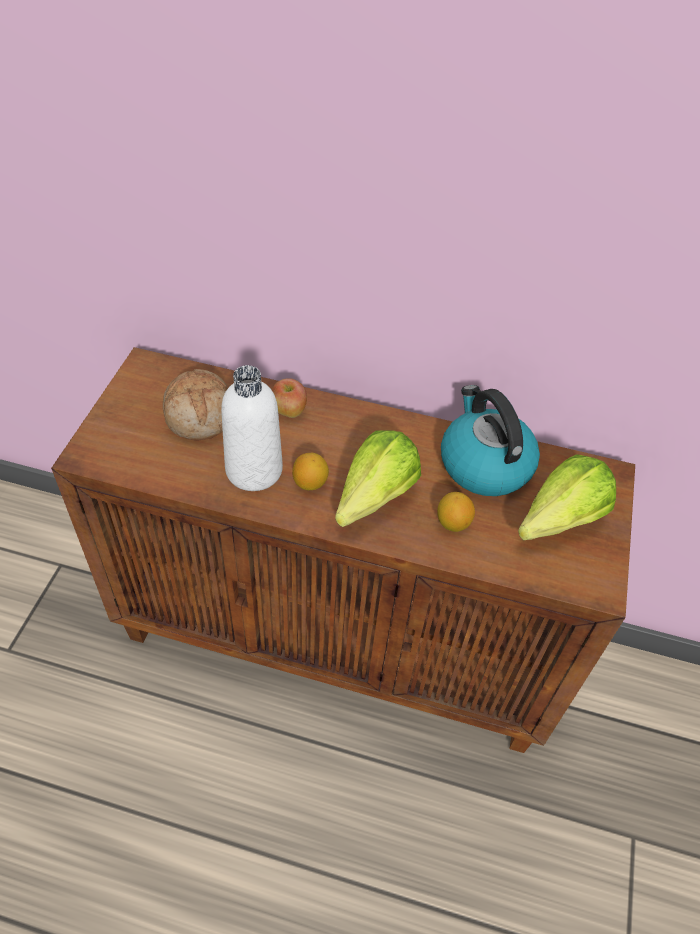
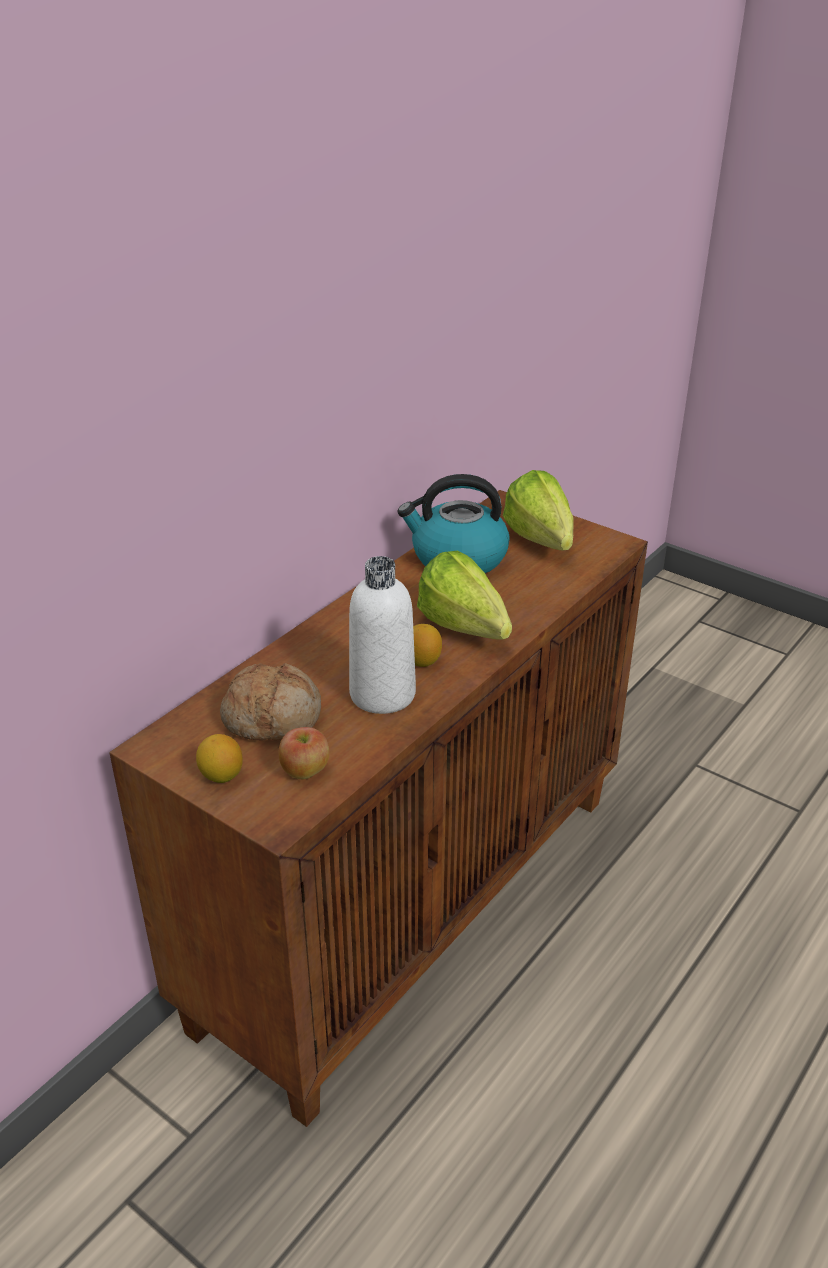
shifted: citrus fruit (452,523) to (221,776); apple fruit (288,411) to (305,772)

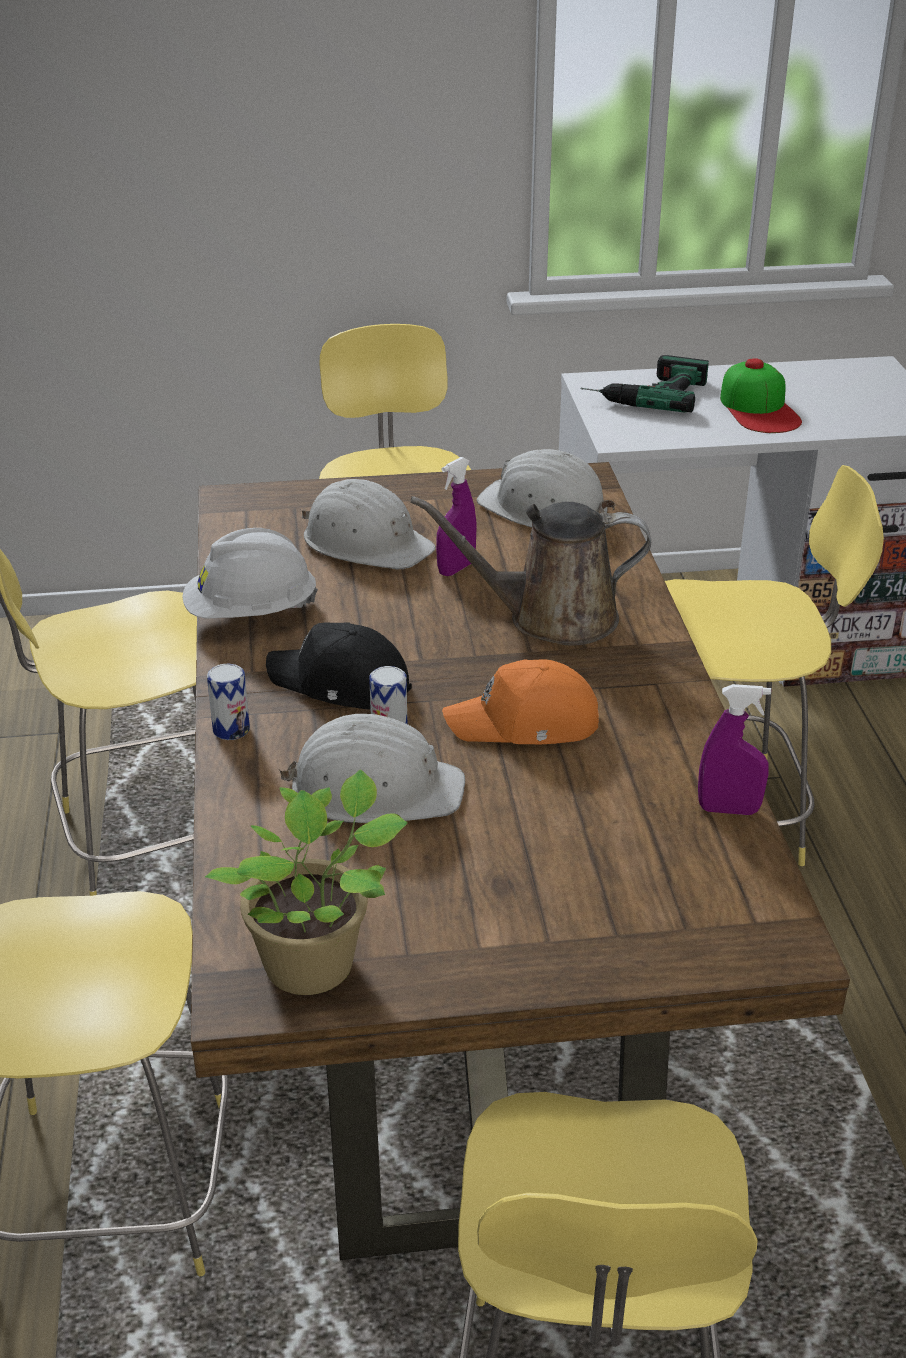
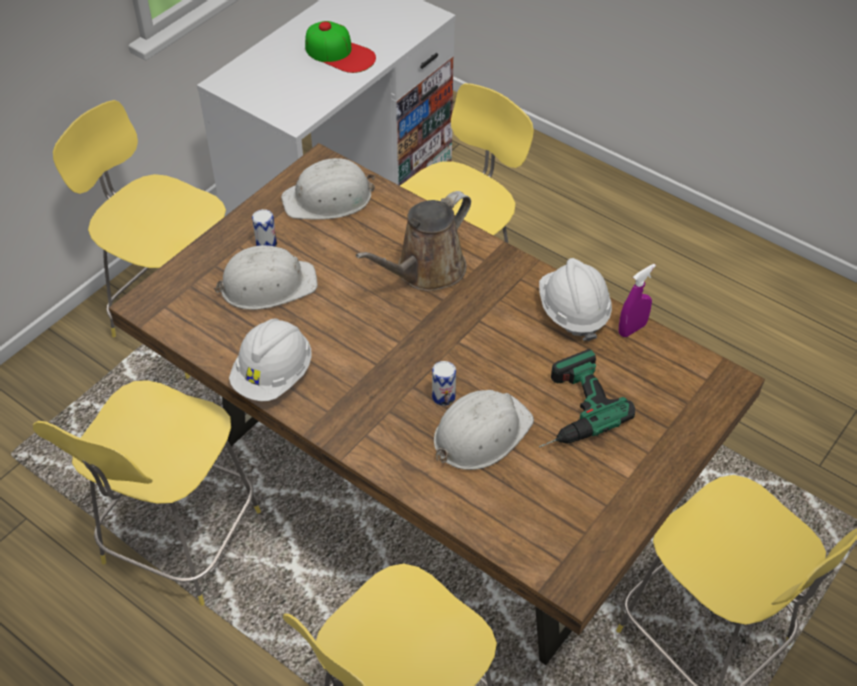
gone: plant in a pot (316,966); baseball cap (black) (339,683); sprayer (purple-coloured) (456,568); baseball cap (orangey) (525,724)
new: hard hat (white-coloured) (573,312)
shifted: sealed can (231,729) to (266,244); power drill (644,392) to (567,409)

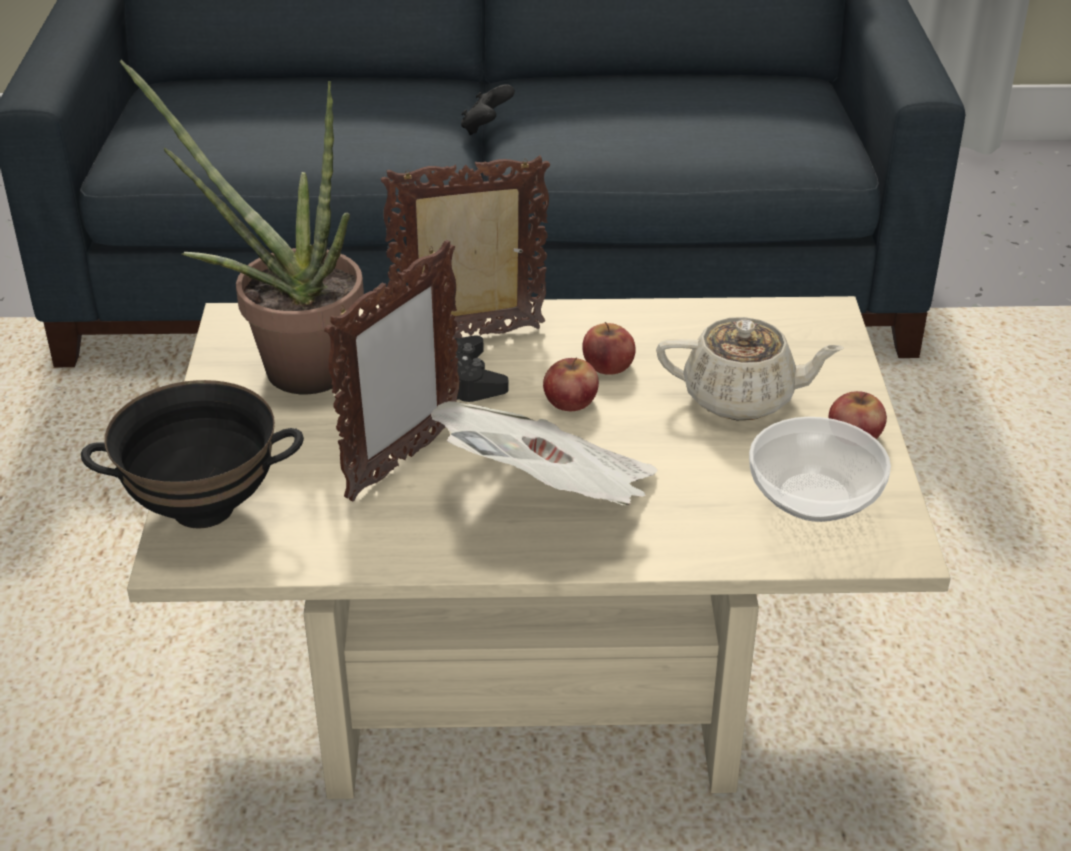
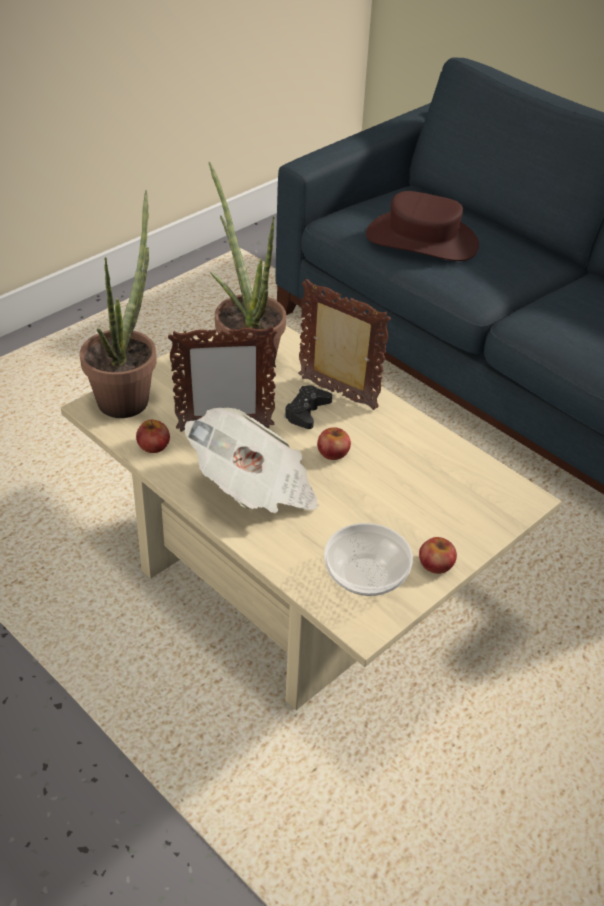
gone: game controller (black) (486,128); teapot (beige) (741,398)
new: clothing hat (brown-coloured) (422,240)
shifted: apple fruit (608,364) to (153,445)
swapped: bowl (black) (204,507) to plant in a pot (128,395)

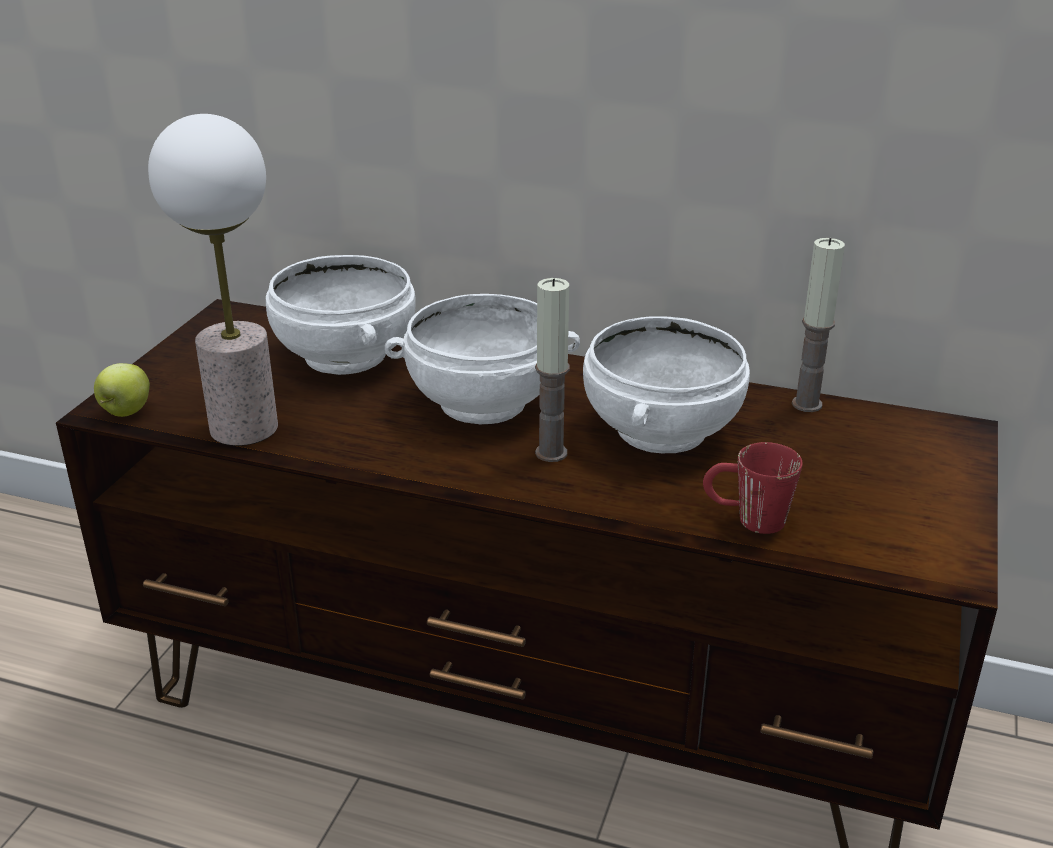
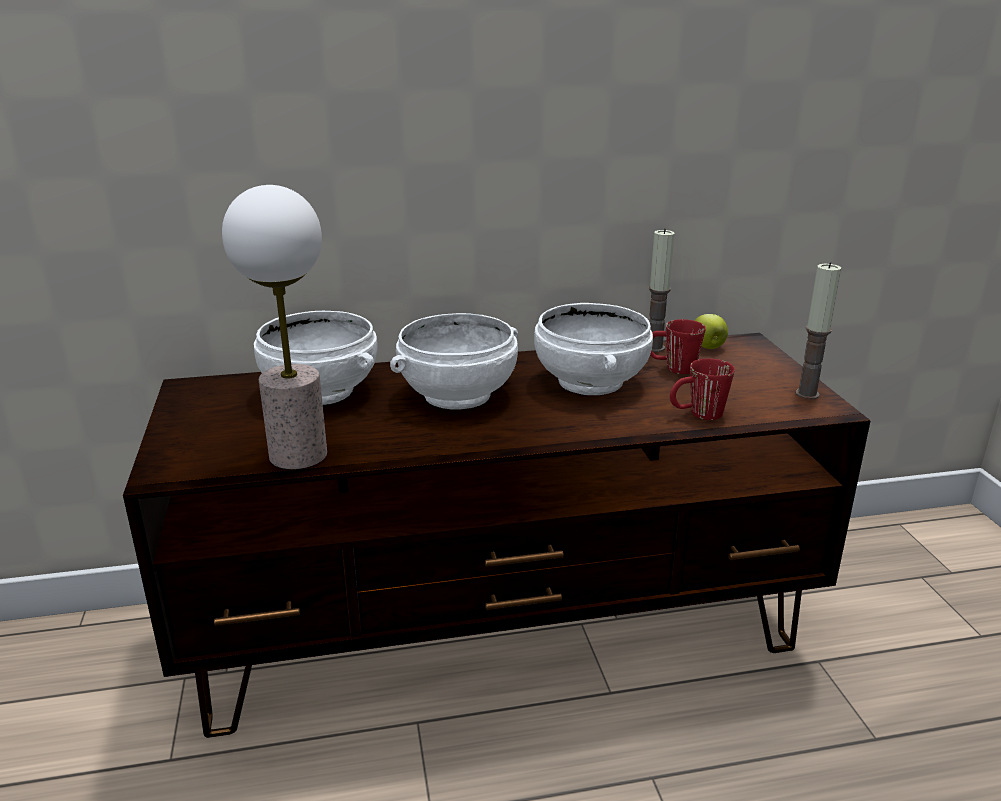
new: tea mug (red) (671,368)
shifted: apple fruit (126,412) to (708,347); wax candle (551,453) to (807,394)

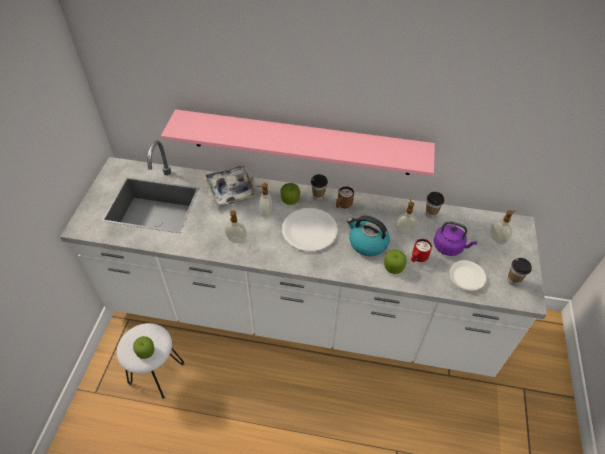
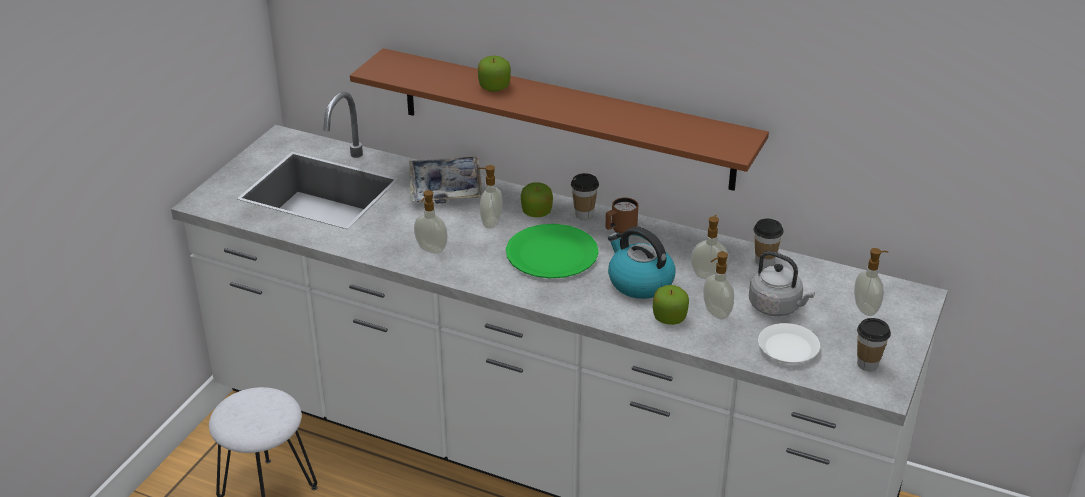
shifted: apple fruit (145,351) to (494,87)
swapped: tea mug (red) (418,258) to soap dispenser (715,313)
repainted: bracket shelf (pinkish) (301,143) to bracket shelf (brown-coloured) (565,119); flat dish (white-coloured) (309,230) to flat dish (greenish) (552,254); kettle (purple-coloured) (449,247) to kettle (grey) (777,307)

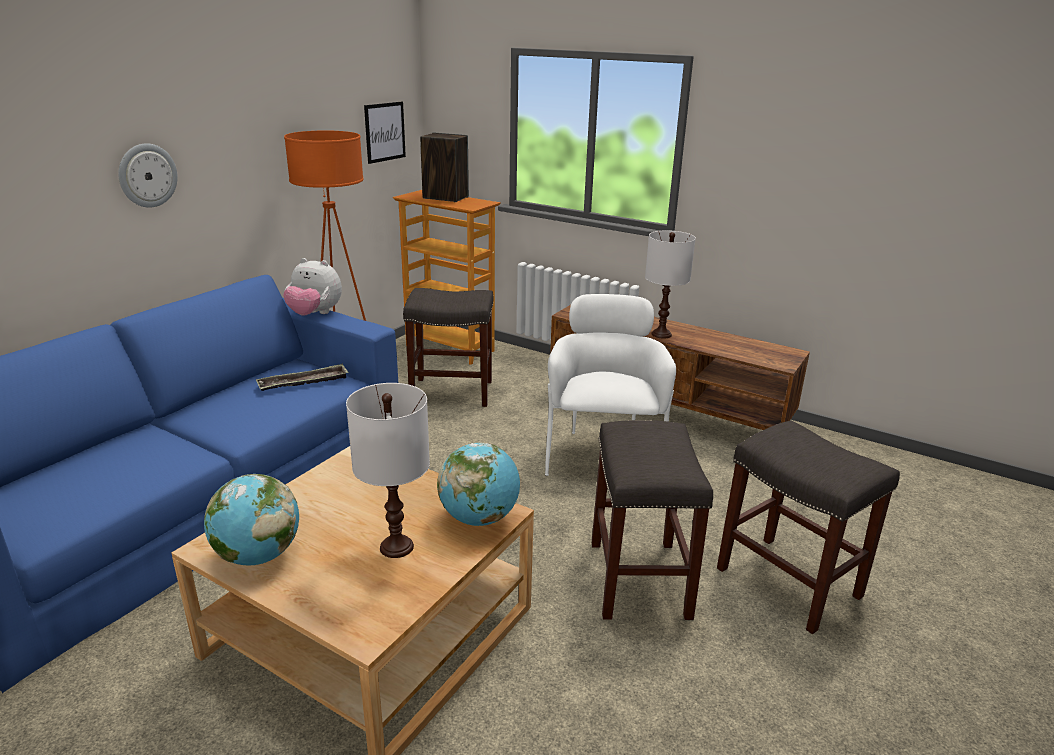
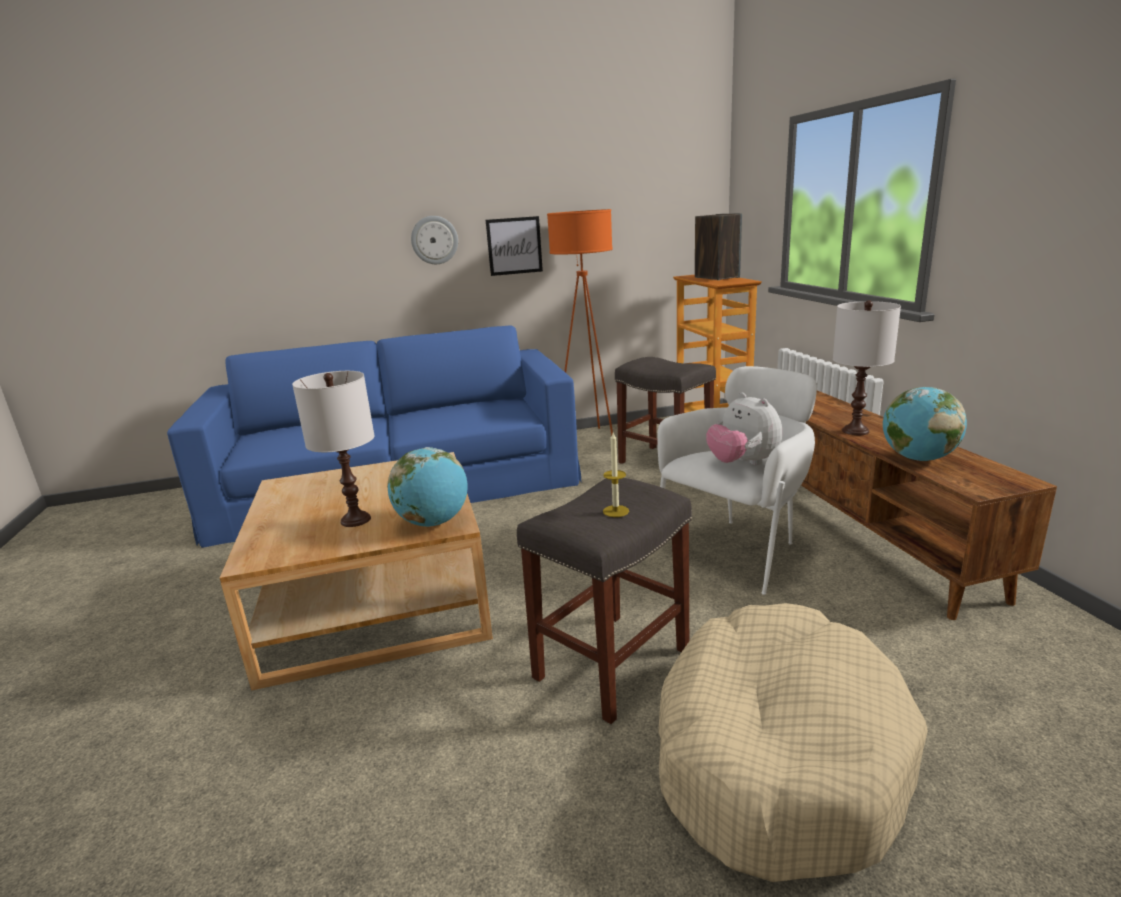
gone: carrying tray (303,382)
new: wax candle (616,511)
shifted: wall picture (385,132) to (514,246); plush toy (314,314) to (742,463); globe (258,556) to (918,458)
swapped: stool (grey) (790,583) to pet bed (beige) (776,753)

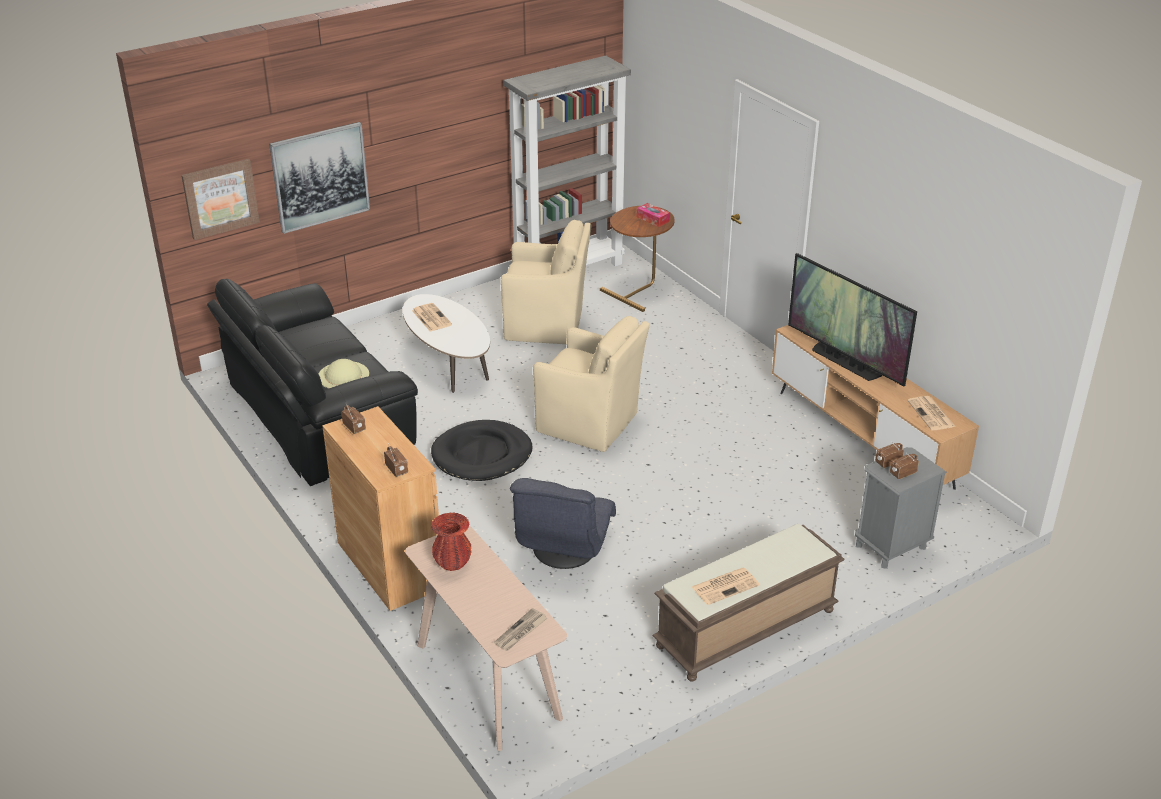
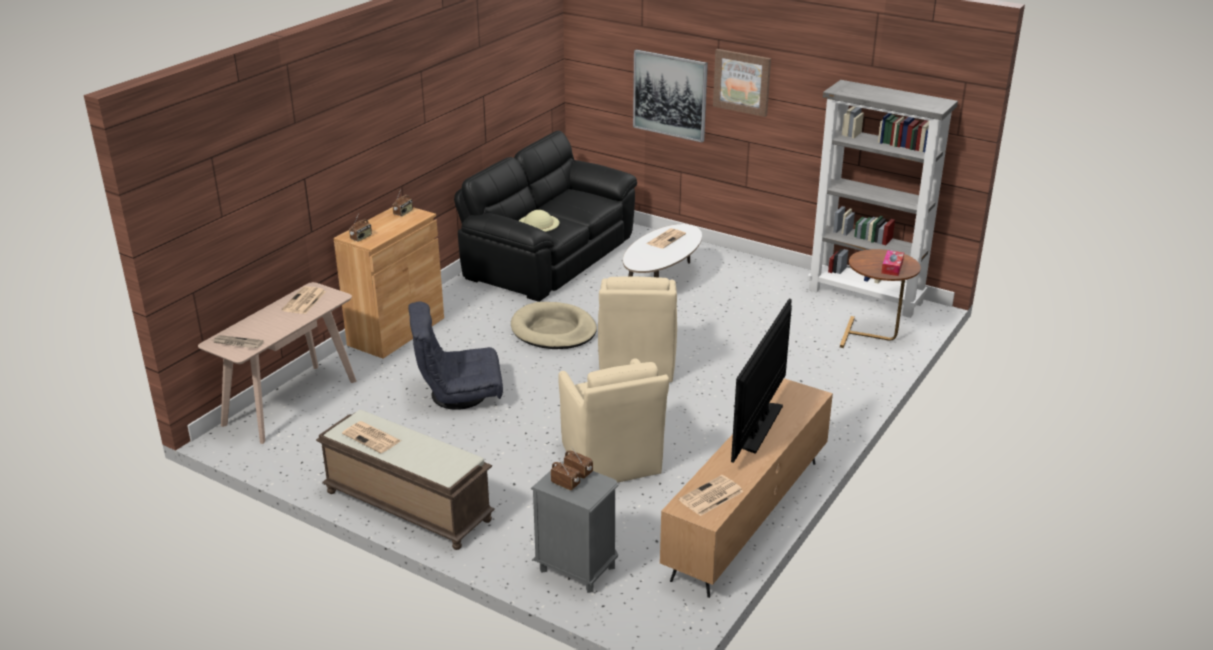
shifted: armchair (beige) (547,325) to (611,461); wall picture (220,198) to (742,82)
swapped: flower vase (red) (452,563) to newspaper (304,301)
repainted: pet bed (black) (482,455) to pet bed (beige) (553,330)

